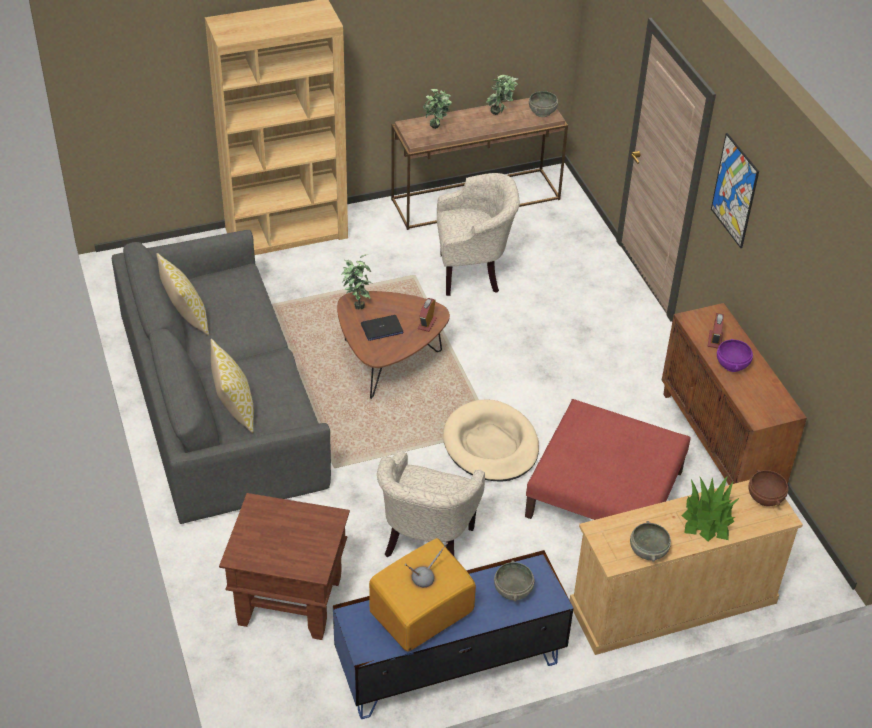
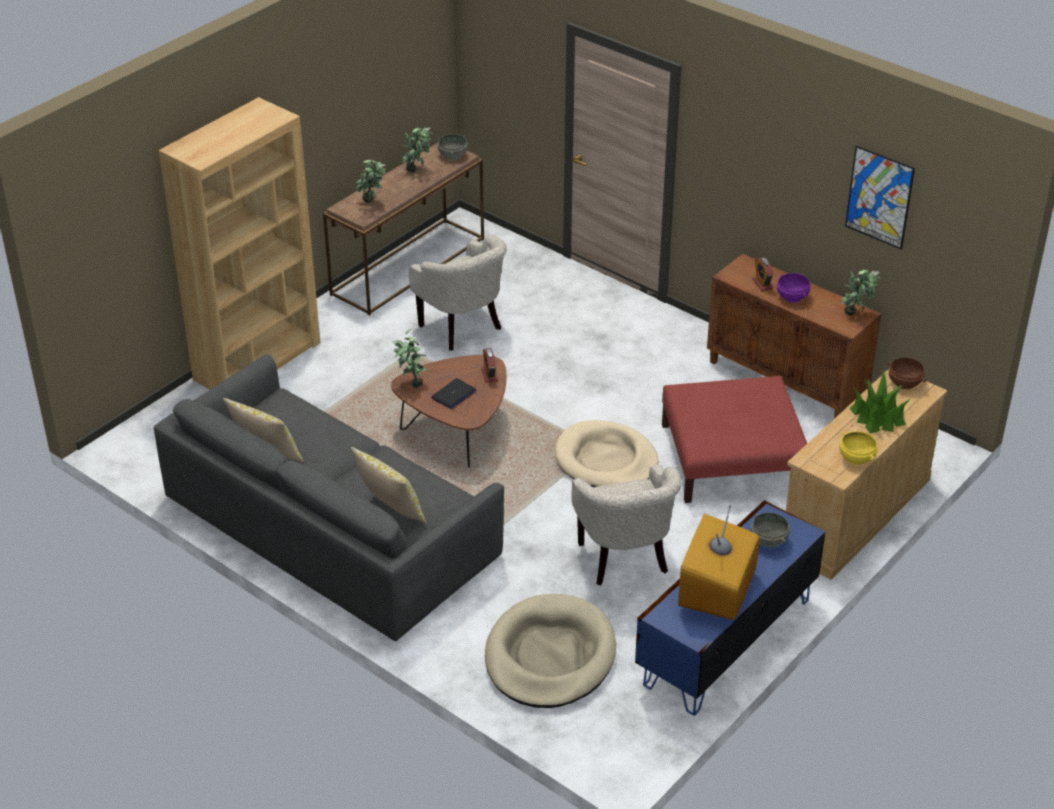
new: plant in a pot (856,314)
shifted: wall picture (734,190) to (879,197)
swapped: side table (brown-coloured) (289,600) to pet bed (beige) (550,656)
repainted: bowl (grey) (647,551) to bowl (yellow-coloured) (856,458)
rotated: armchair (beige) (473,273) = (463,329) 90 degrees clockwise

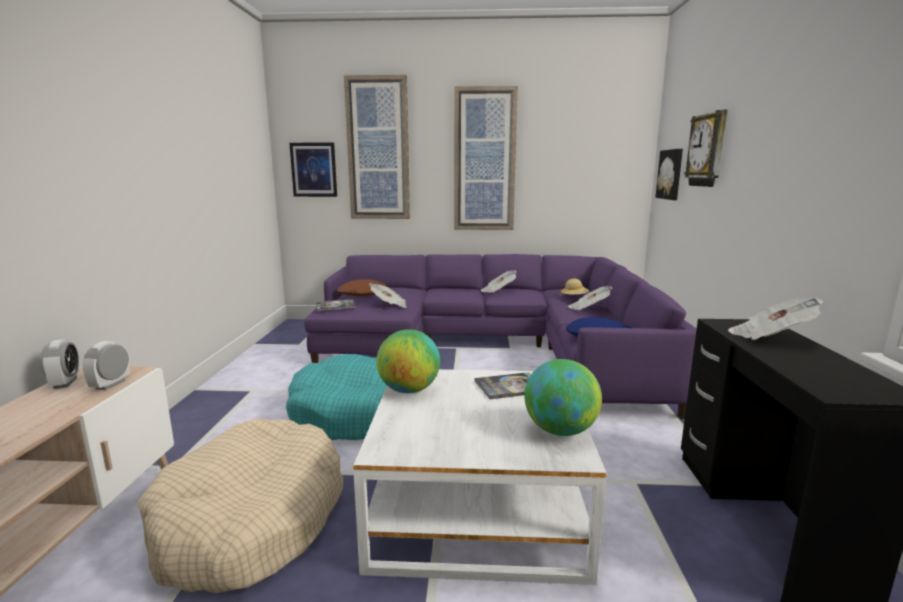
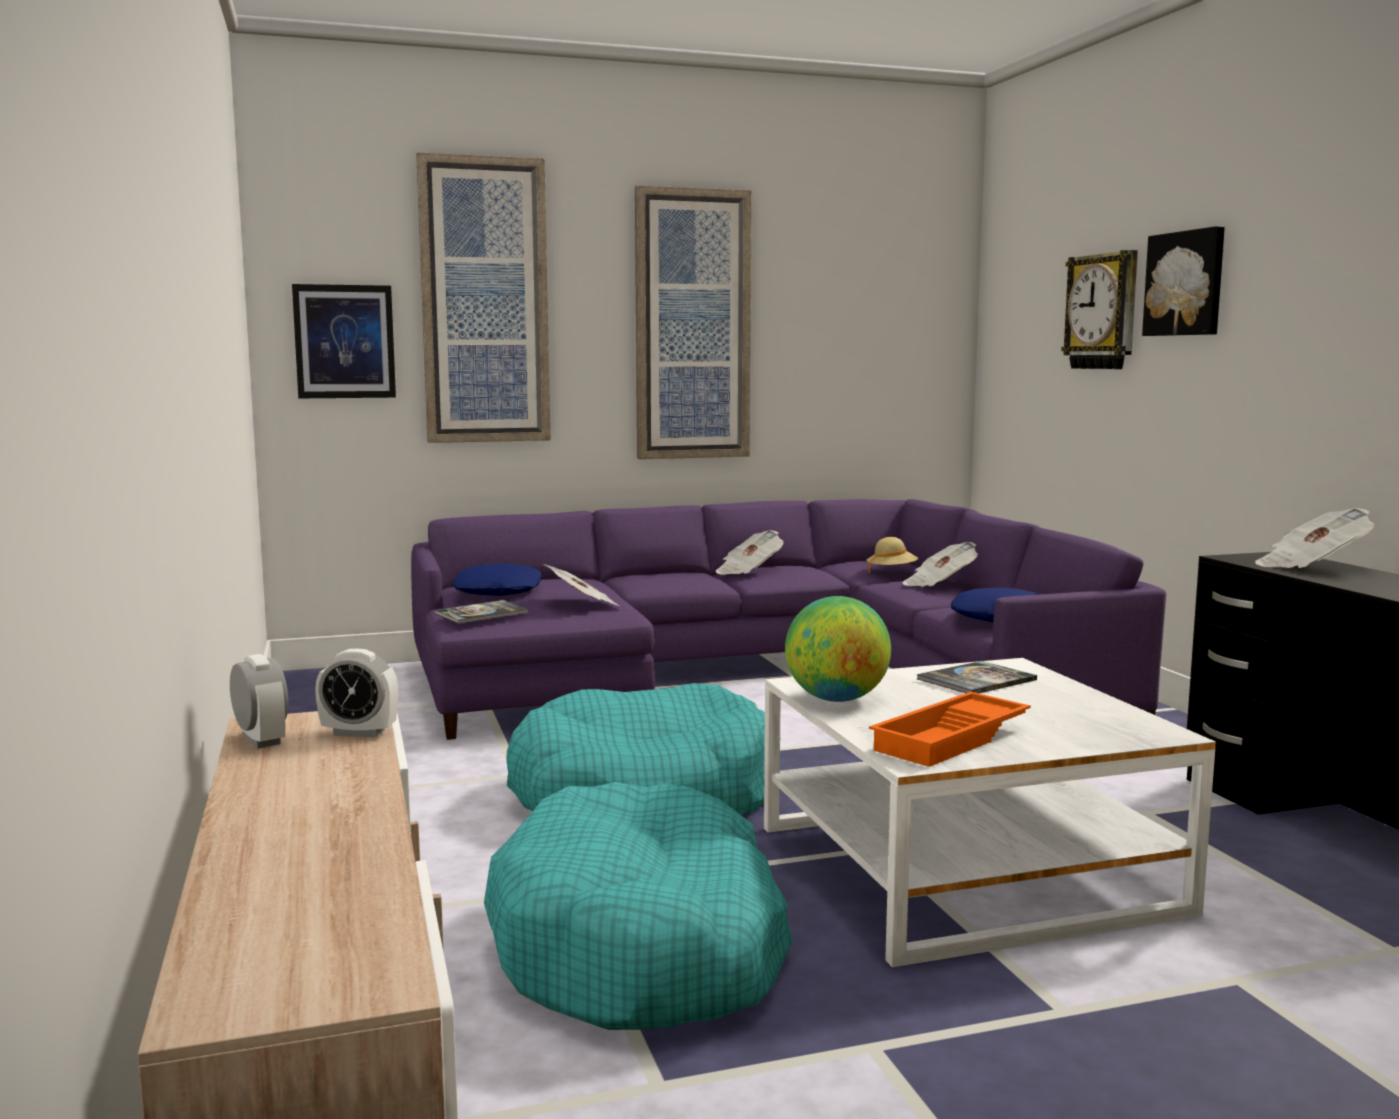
gone: globe (560,430)
new: carrying tray (orangey) (952,740)
shifted: wall picture (671,174) to (1186,283)
repainted: throw pillow (brown-coloured) (362,293) to throw pillow (blue) (499,591); pet bed (beige) (251,520) to pet bed (turquoise) (642,945)
rotated: table clock (110,384) = (359,732) 75 degrees counterclockwise

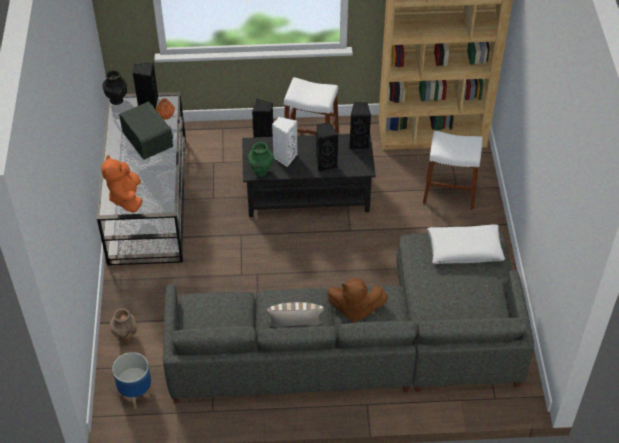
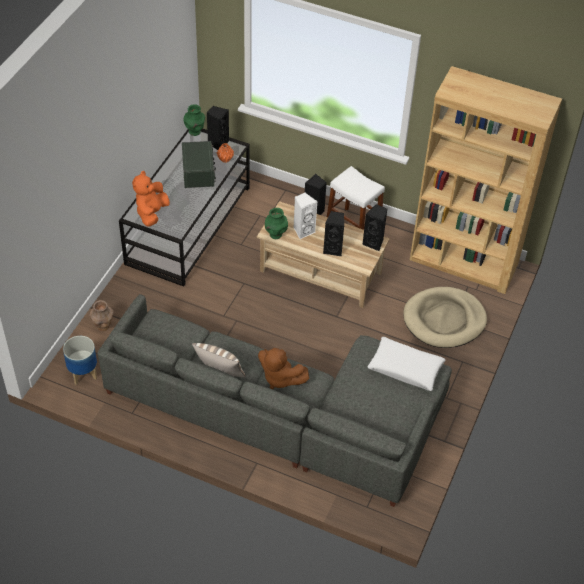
swapped: stool (white-coloured) (450,193) to pet bed (beige) (444,320)
repainted: flower vase (black) (117,100) to flower vase (greenish) (195,132); low table (black) (307,194) to low table (beige) (320,272)

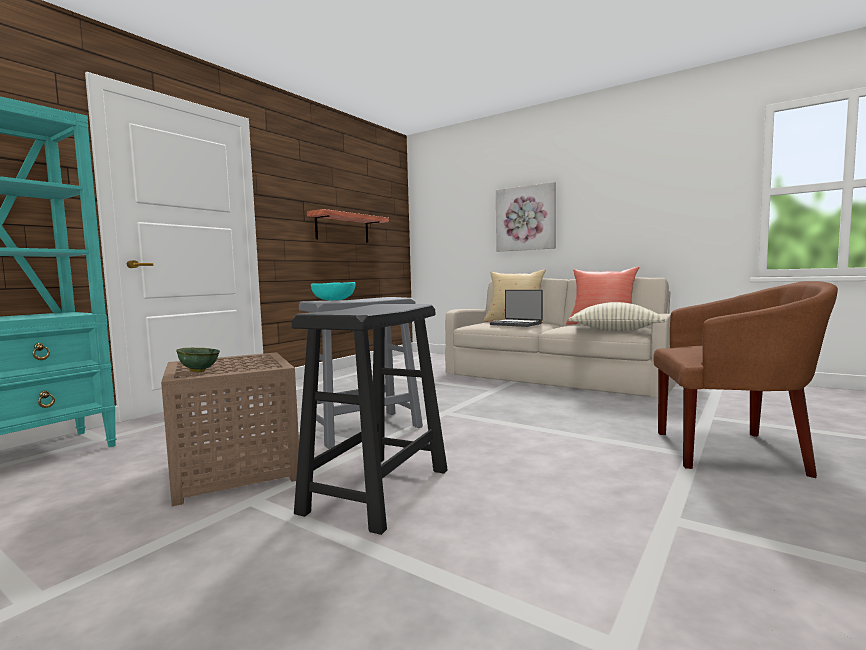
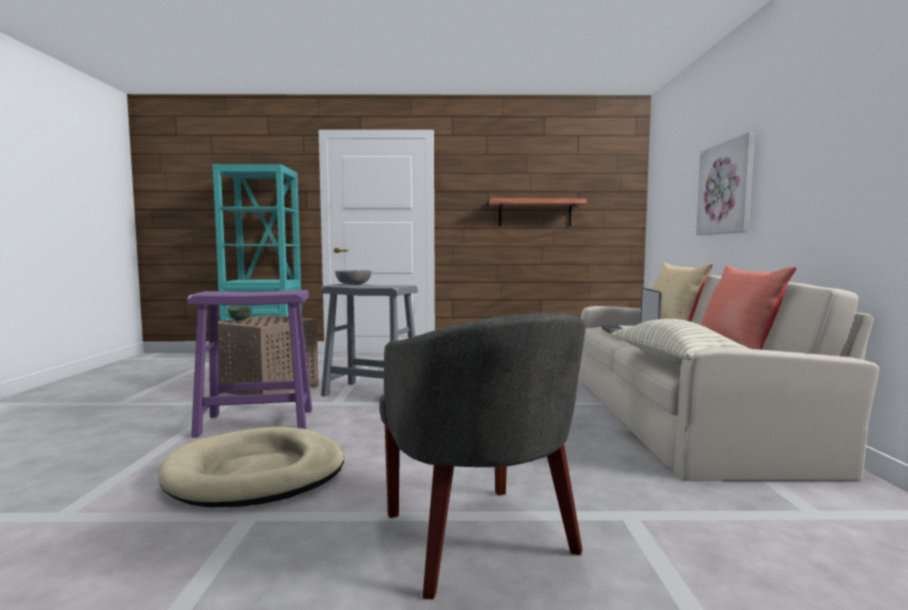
new: pet bed (beige) (256,473)
repainted: stool (black) (376,491) to stool (purple-coloured) (255,422); bowl (turquoise) (333,300) to bowl (grey) (353,284); armchair (brown-coloured) (733,452) to armchair (grey) (478,539)

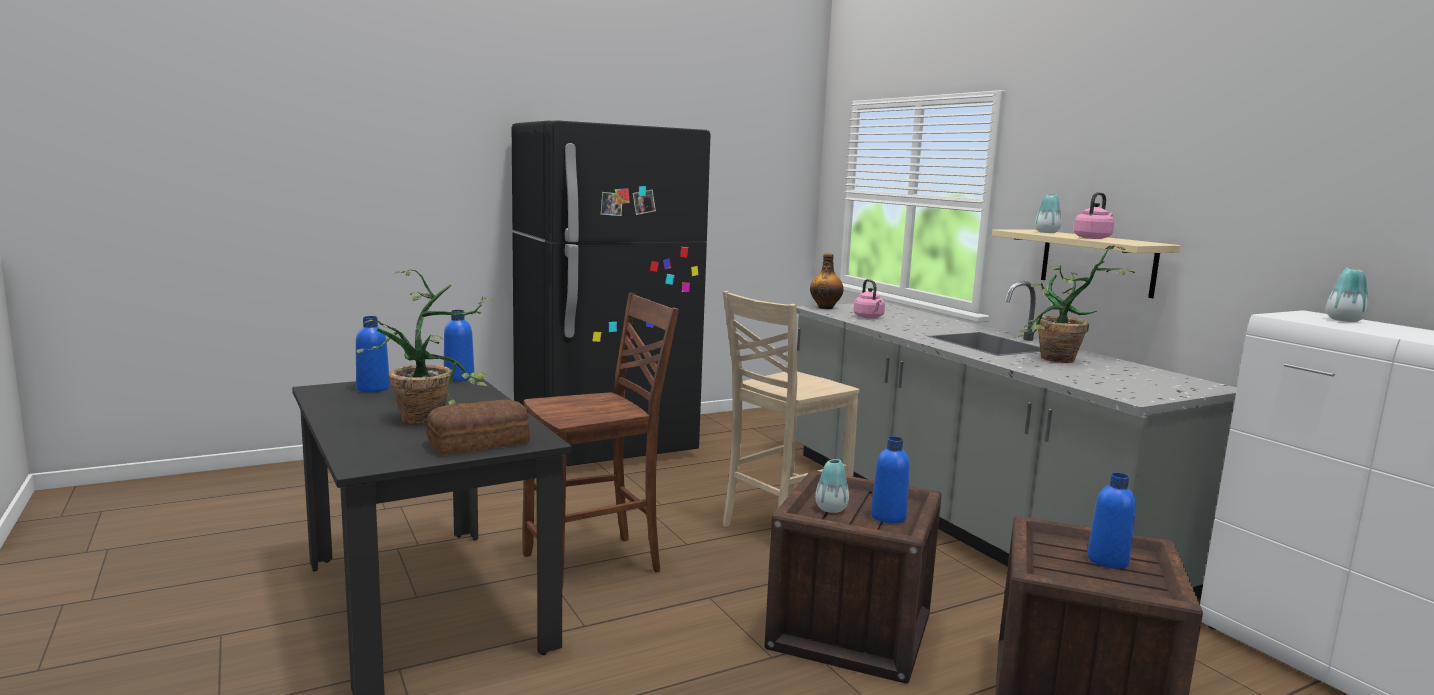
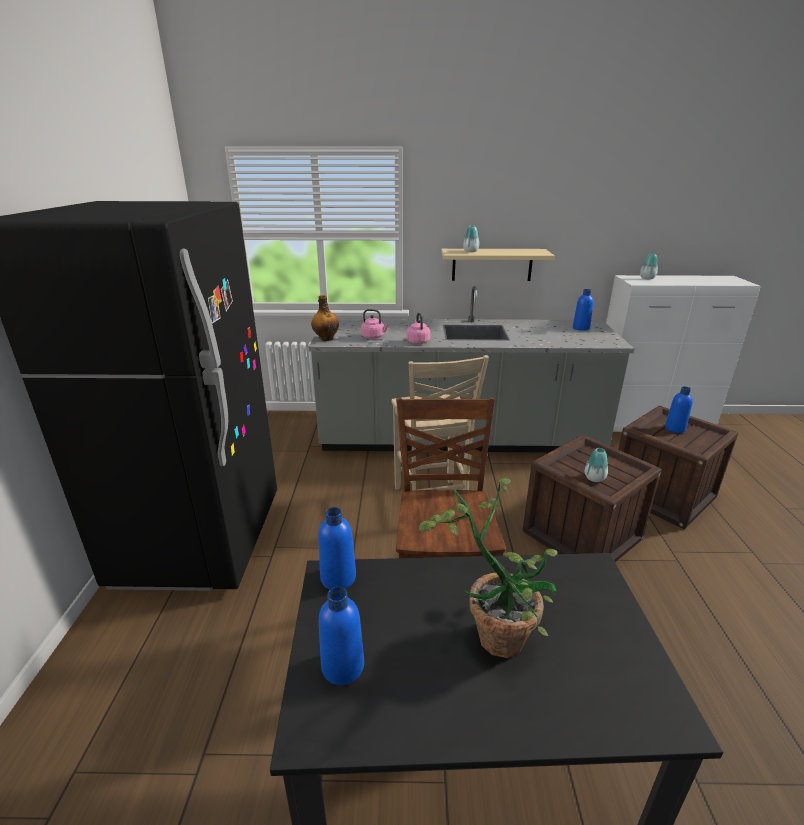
gone: bread (480,443); plant in a pot (1059,361)
shifted: kettle (pinkish) (1093,238) to (417,341); drink bottle (blue) (888,517) to (581,328)

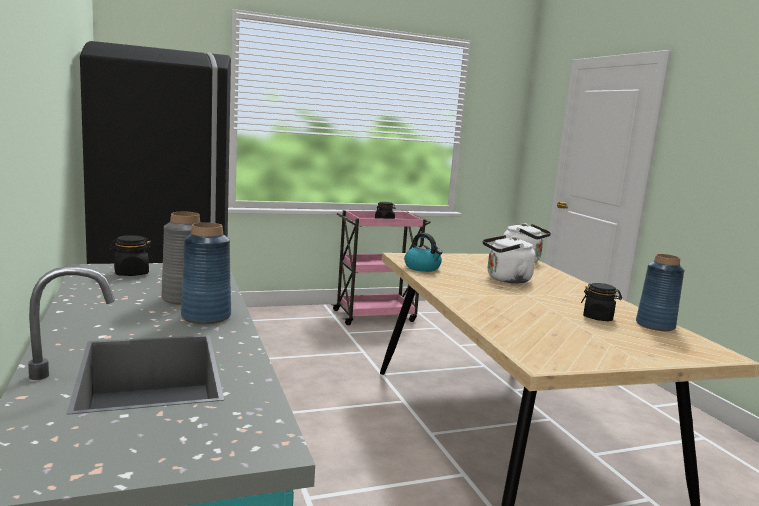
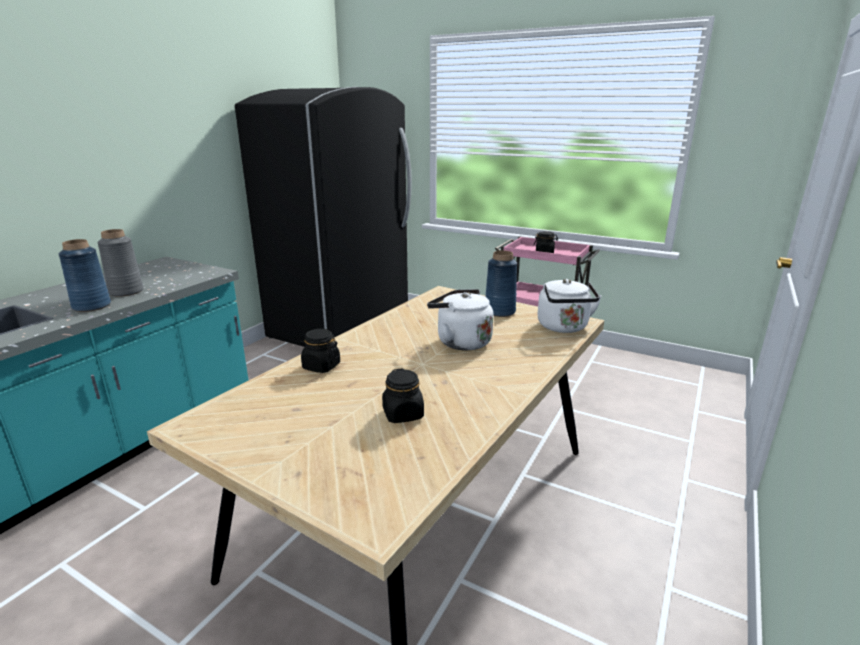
gone: kettle (423,268)
shifted: preserve jar (black) (131,273) to (321,366); flower vase (blue) (655,325) to (499,311)

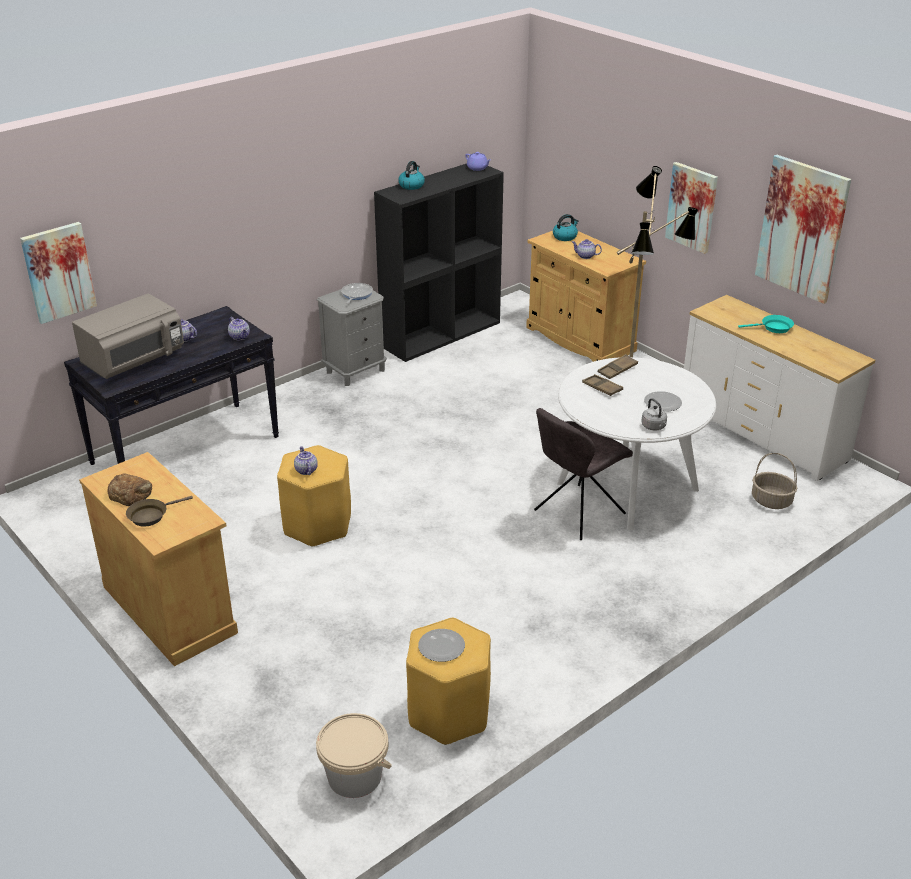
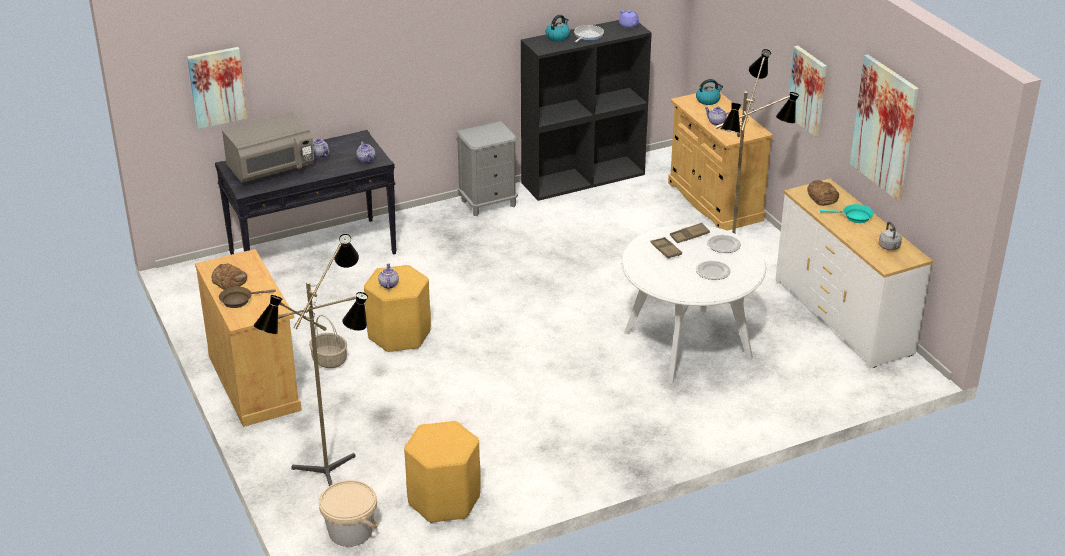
gone: plain chair (grey) (577,513)
new: standard lamp (333,477); bread (822,196)
shifted: storage basket (771,501) to (329,360); frying pan (356,294) to (587,35); flat dish (441,646) to (723,245); kettle (grey) (654,427) to (889,247)

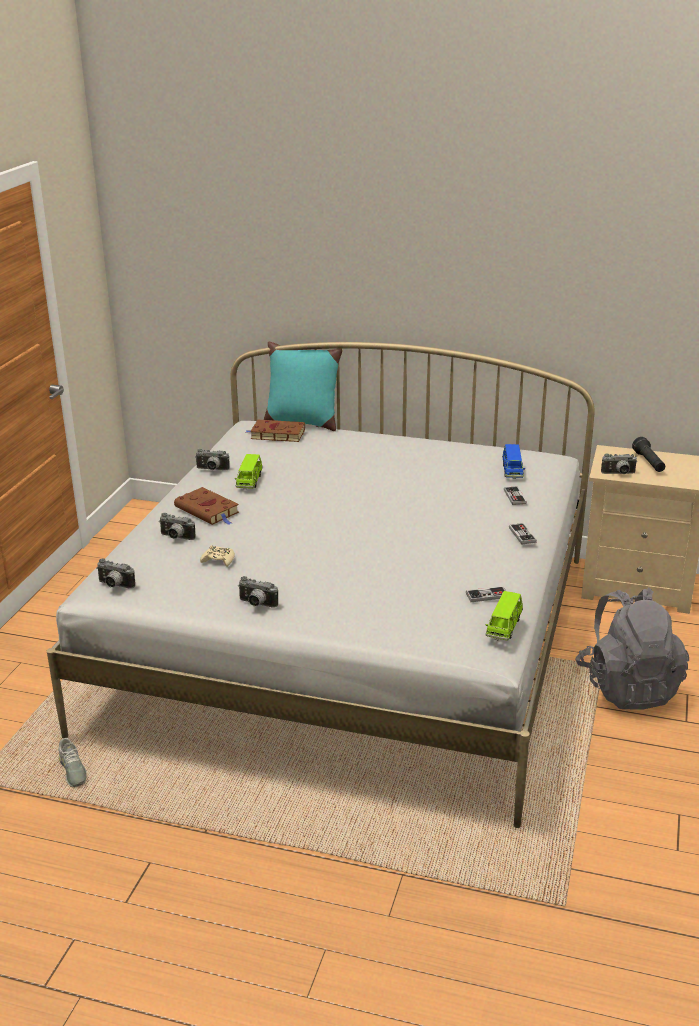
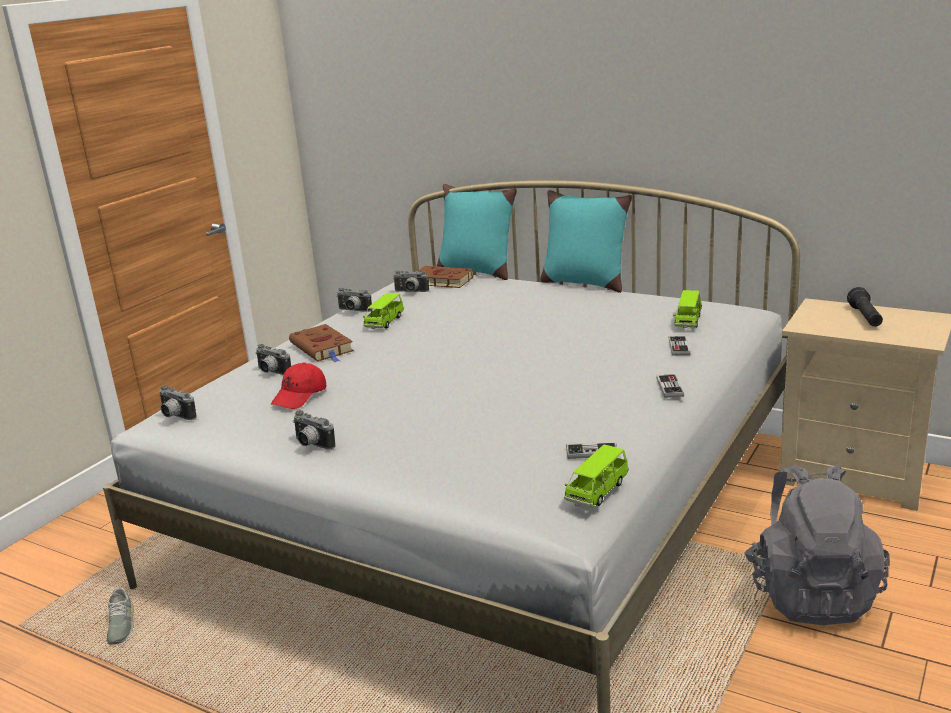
new: throw pillow (turquoise) (584,283)
shifted: still camera (619,474) to (411,292)
swapped: game controller (beige) (218,560) to baseball cap (red) (300,396)
repainted: model car (blue) (512,471) to model car (greenish) (688,321)

